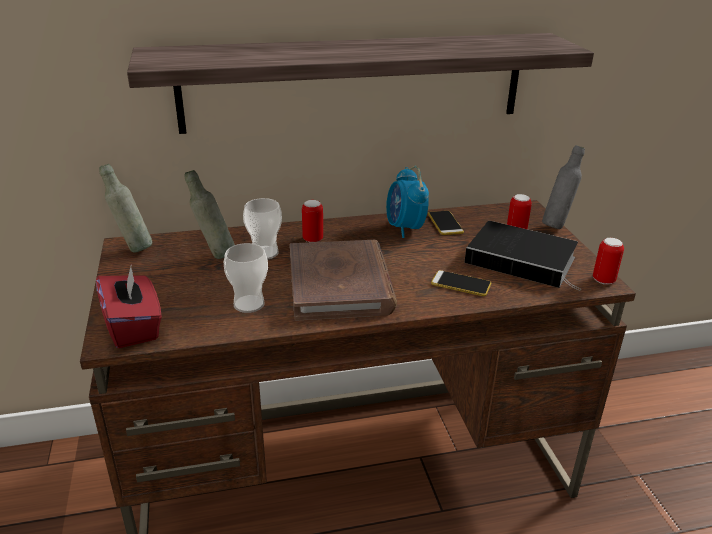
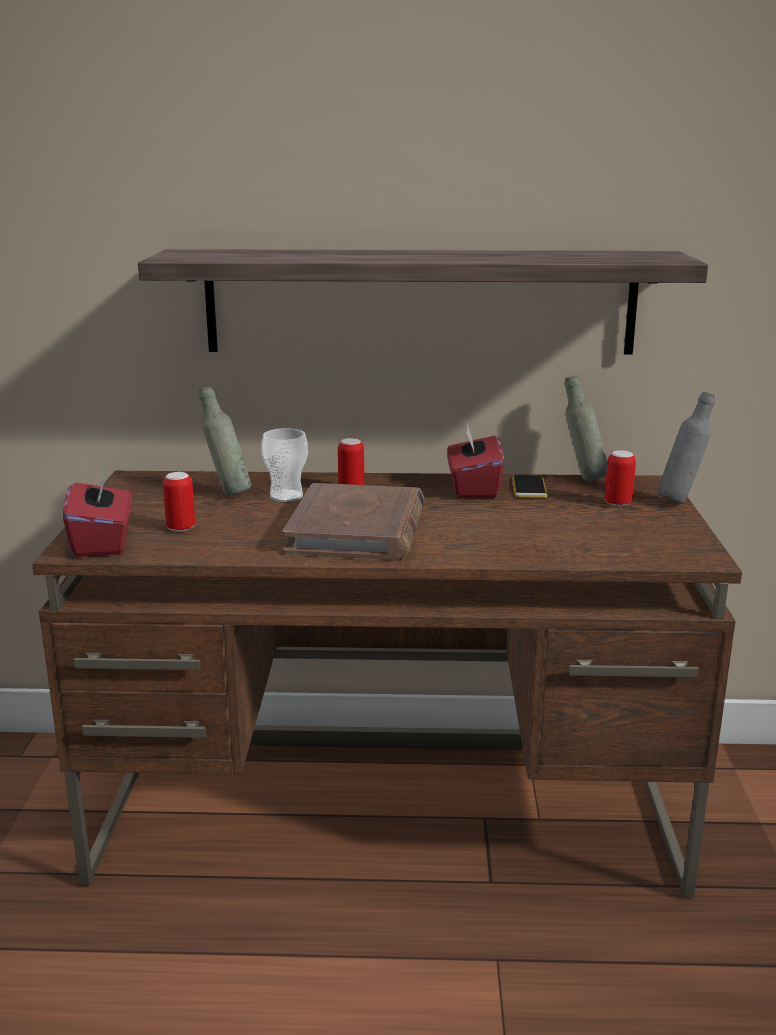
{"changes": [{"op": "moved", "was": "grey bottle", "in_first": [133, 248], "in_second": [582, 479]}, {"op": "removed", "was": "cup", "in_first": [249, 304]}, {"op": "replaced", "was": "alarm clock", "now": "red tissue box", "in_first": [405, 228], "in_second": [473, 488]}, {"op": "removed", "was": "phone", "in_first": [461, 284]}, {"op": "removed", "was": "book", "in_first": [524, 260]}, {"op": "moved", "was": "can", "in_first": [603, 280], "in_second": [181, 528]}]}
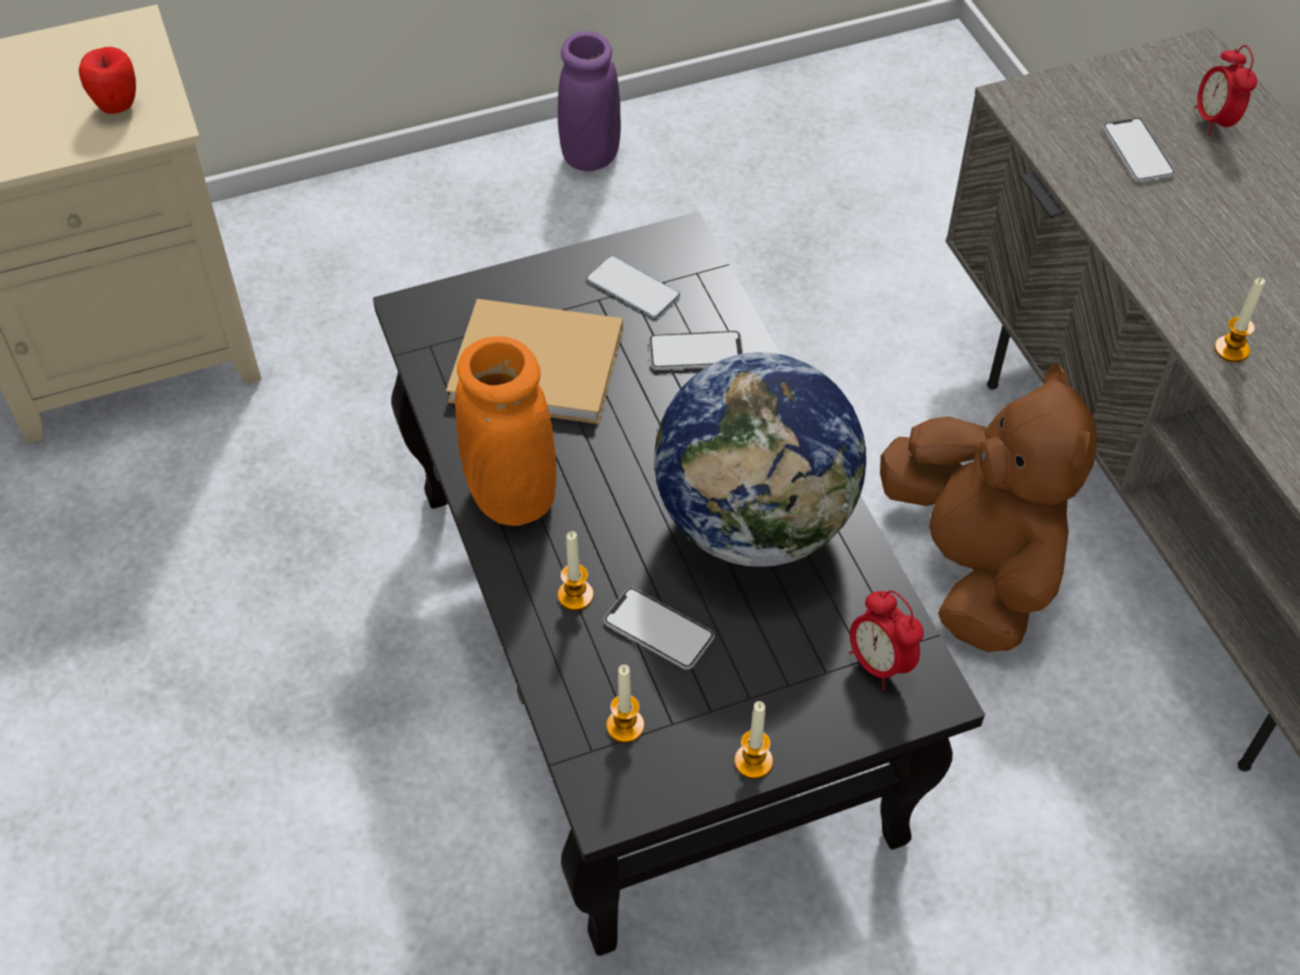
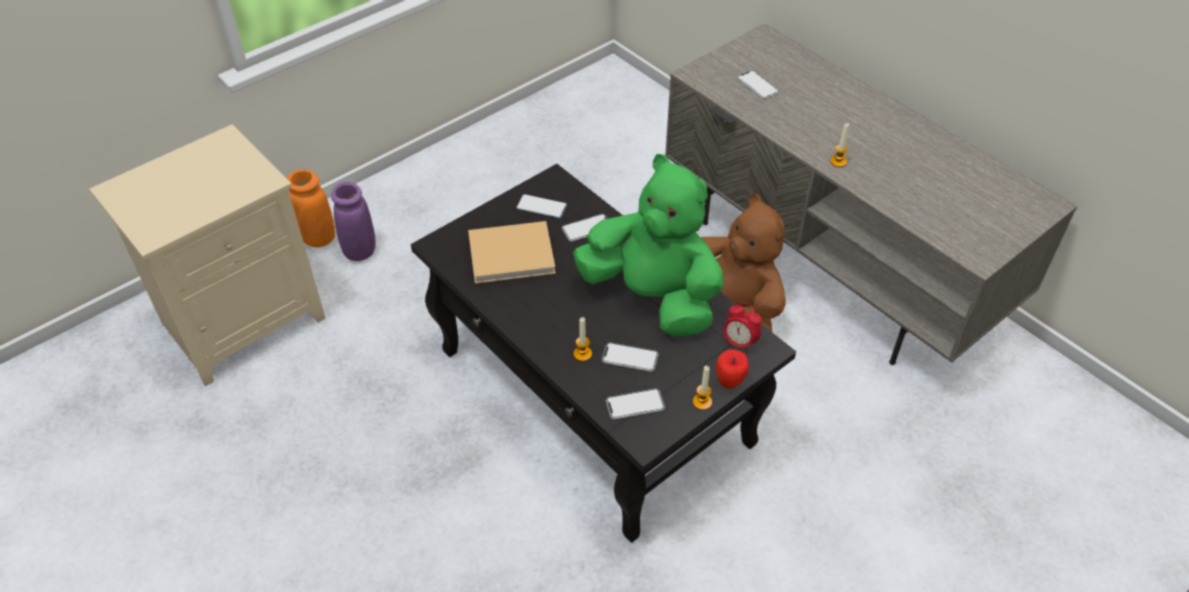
{"changes": [{"op": "moved", "was": "apple", "in_first": [118, 107], "in_second": [729, 383]}, {"op": "moved", "was": "orange vase", "in_first": [512, 496], "in_second": [318, 238]}, {"op": "moved", "was": "purple vase", "in_first": [591, 155], "in_second": [360, 250]}, {"op": "replaced", "was": "candle", "now": "phone", "in_first": [625, 726], "in_second": [635, 404]}, {"op": "replaced", "was": "globe", "now": "green plush toy", "in_first": [756, 522], "in_second": [653, 297]}, {"op": "removed", "was": "alarm clock", "in_first": [1214, 121]}]}
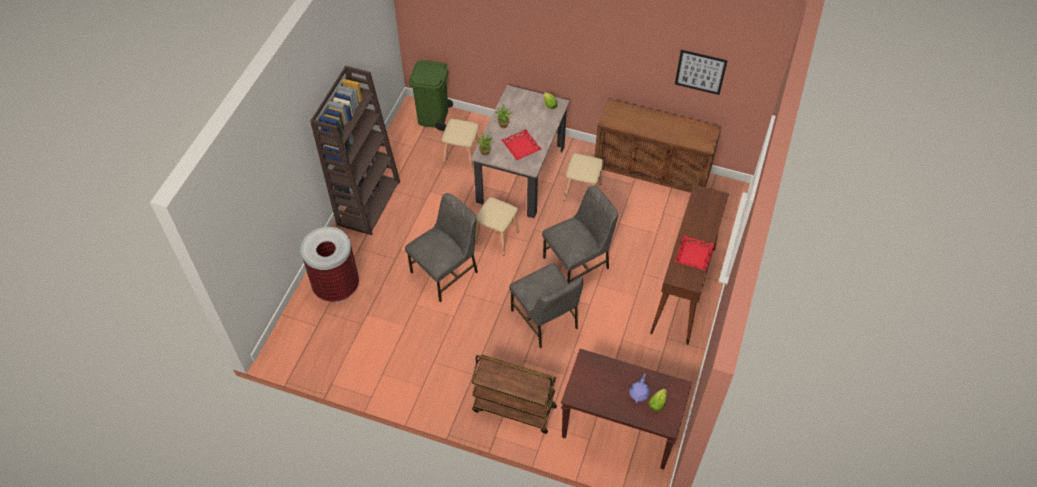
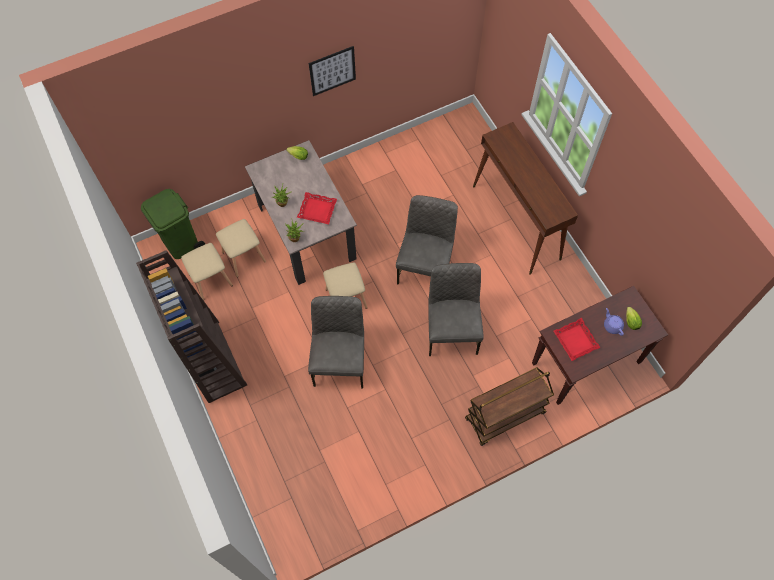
{"changes": [{"op": "removed", "was": "trash can", "in_first": [336, 287]}, {"op": "turned", "was": "grey chair", "in_first": [545, 320], "in_second": [452, 330], "clockwise": -105}, {"op": "moved", "was": "beige stool", "in_first": [583, 192], "in_second": [211, 280]}, {"op": "removed", "was": "brown cabinet", "in_first": [651, 175]}, {"op": "moved", "was": "picture", "in_first": [700, 72], "in_second": [332, 71]}, {"op": "moved", "was": "red tray", "in_first": [694, 255], "in_second": [576, 340]}]}
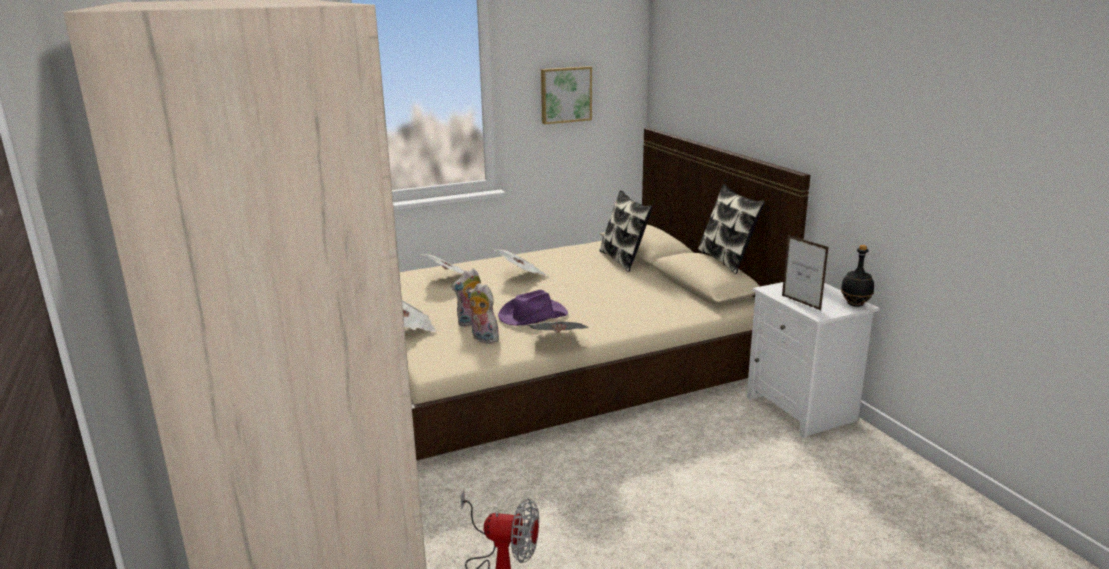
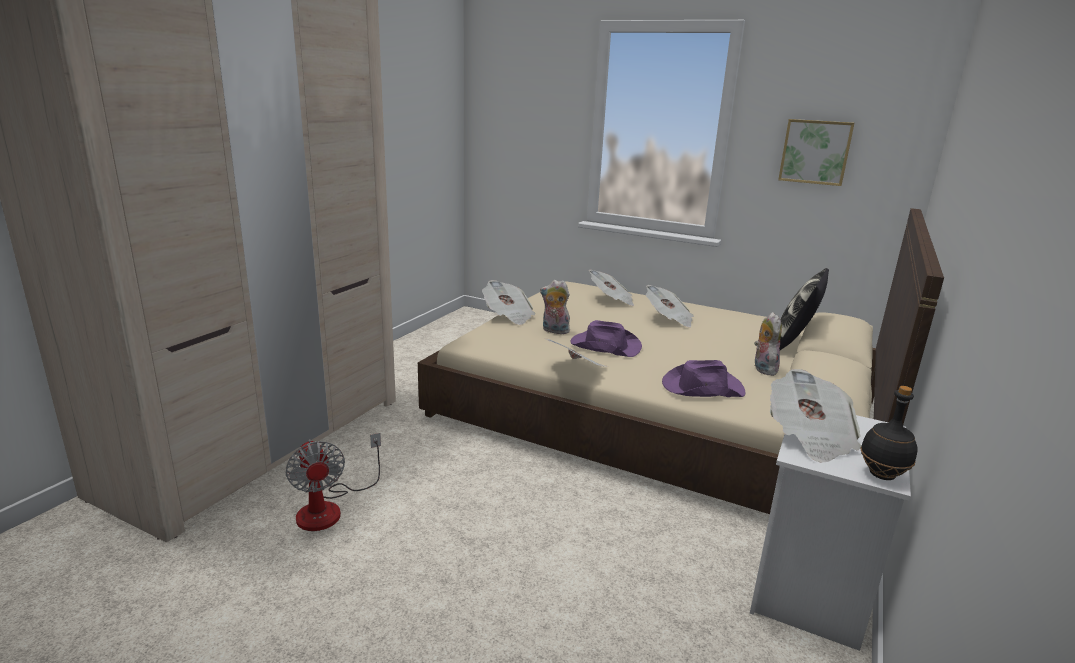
{"changes": [{"op": "moved", "was": "plush toy", "in_first": [483, 339], "in_second": [762, 369]}, {"op": "removed", "was": "pillow", "in_first": [726, 260]}, {"op": "replaced", "was": "picture frame", "now": "newspaper", "in_first": [801, 303], "in_second": [810, 437]}, {"op": "added", "now": "purple hat", "in_second": [701, 387]}]}
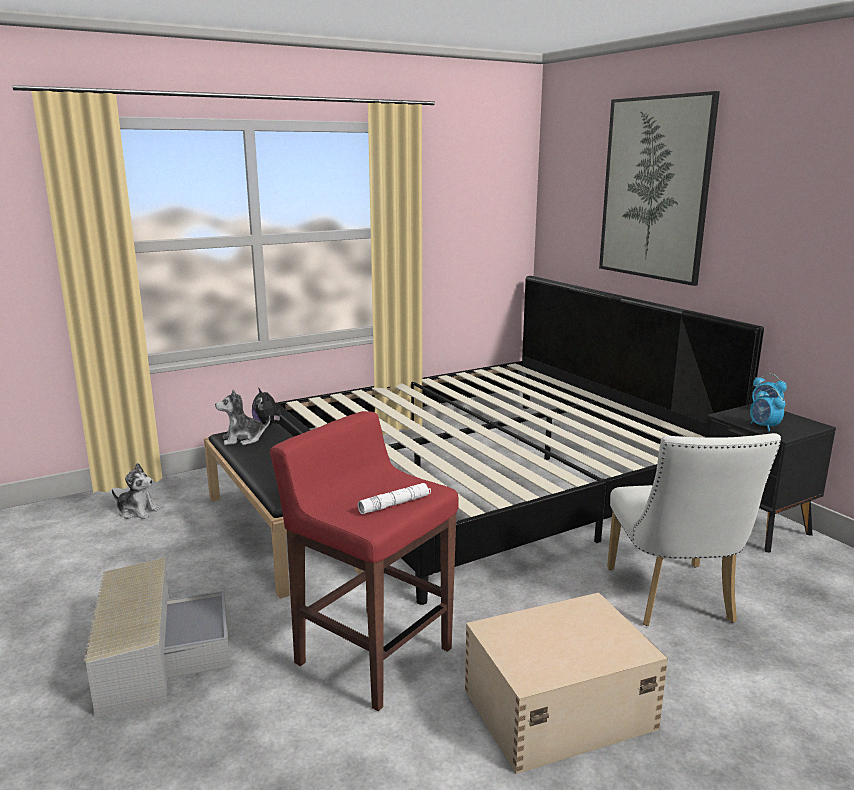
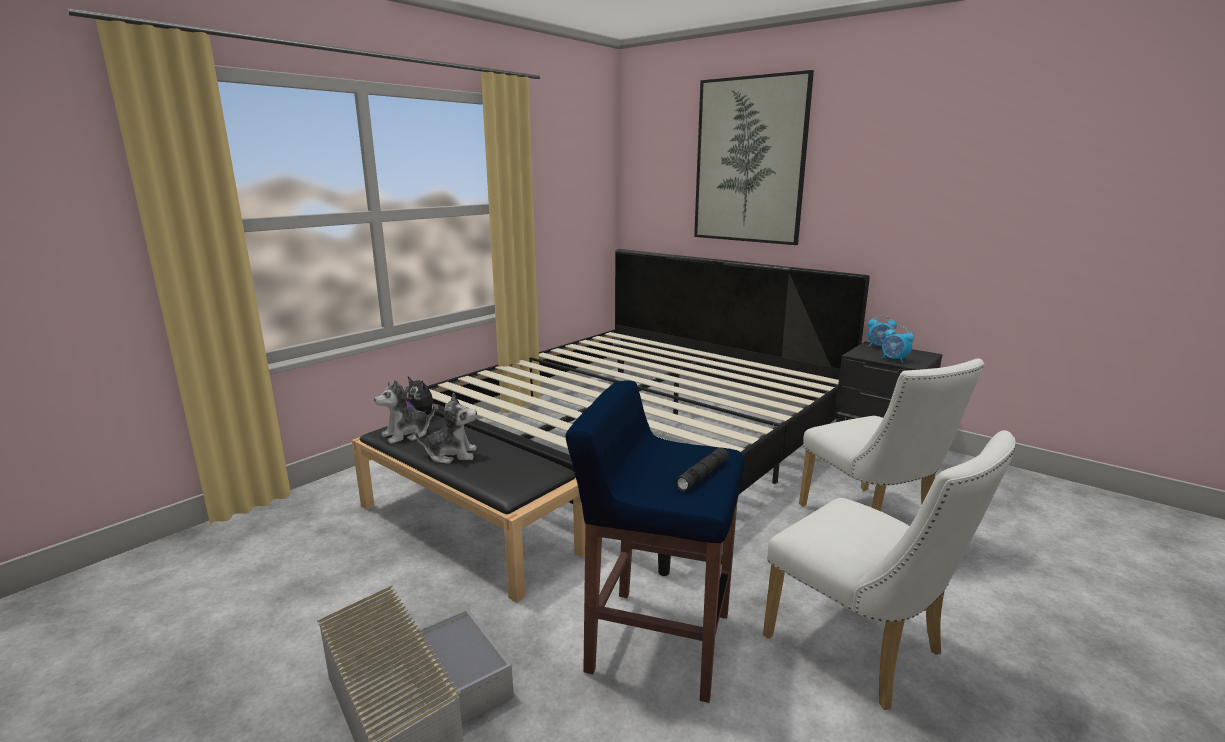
{"changes": [{"op": "moved", "was": "plush toy", "in_first": [137, 511], "in_second": [451, 454]}, {"op": "recoloured", "was": "red stool", "now": "blue stool", "in_first": [372, 654], "in_second": [656, 641]}, {"op": "recoloured", "was": "white flashlight", "now": "black flashlight", "in_first": [395, 504], "in_second": [703, 475]}, {"op": "replaced", "was": "beige storage box", "now": "white chair", "in_first": [556, 709], "in_second": [864, 651]}]}
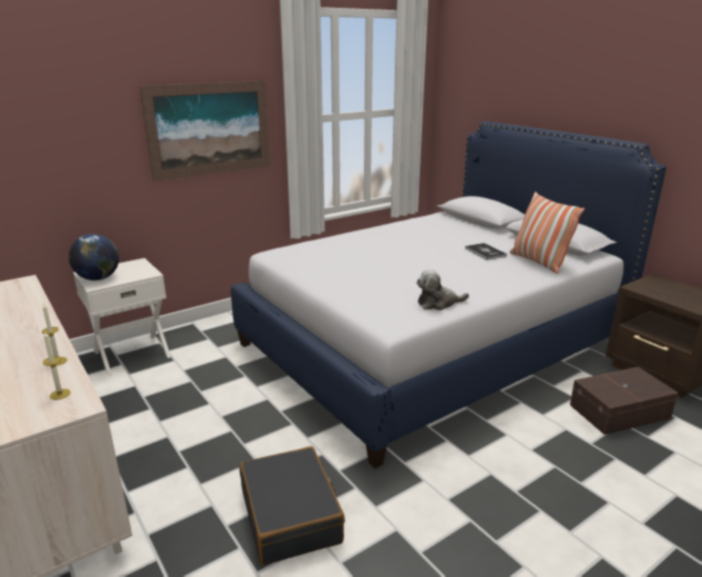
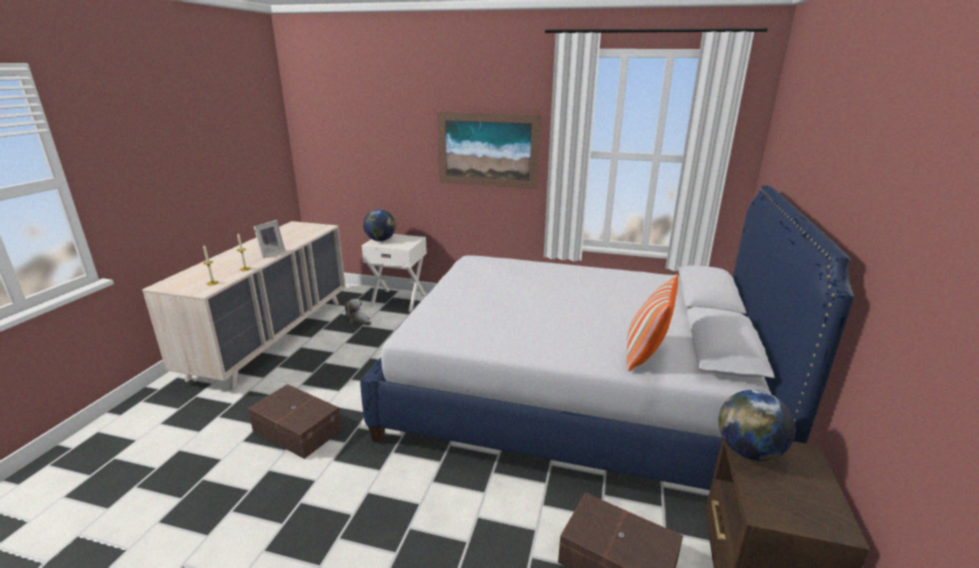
{"changes": [{"op": "replaced", "was": "black suitcase", "now": "brown storage box", "in_first": [291, 515], "in_second": [298, 429]}, {"op": "moved", "was": "plush toy", "in_first": [438, 303], "in_second": [359, 320]}, {"op": "removed", "was": "book", "in_first": [485, 252]}, {"op": "added", "now": "picture frame", "in_second": [270, 253]}, {"op": "added", "now": "globe", "in_second": [748, 451]}]}
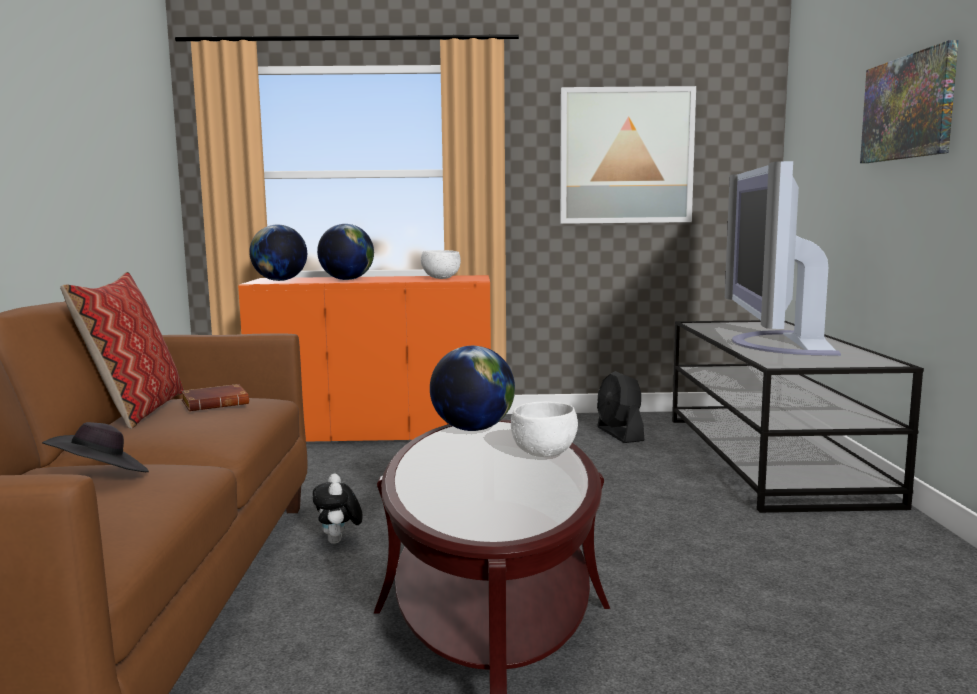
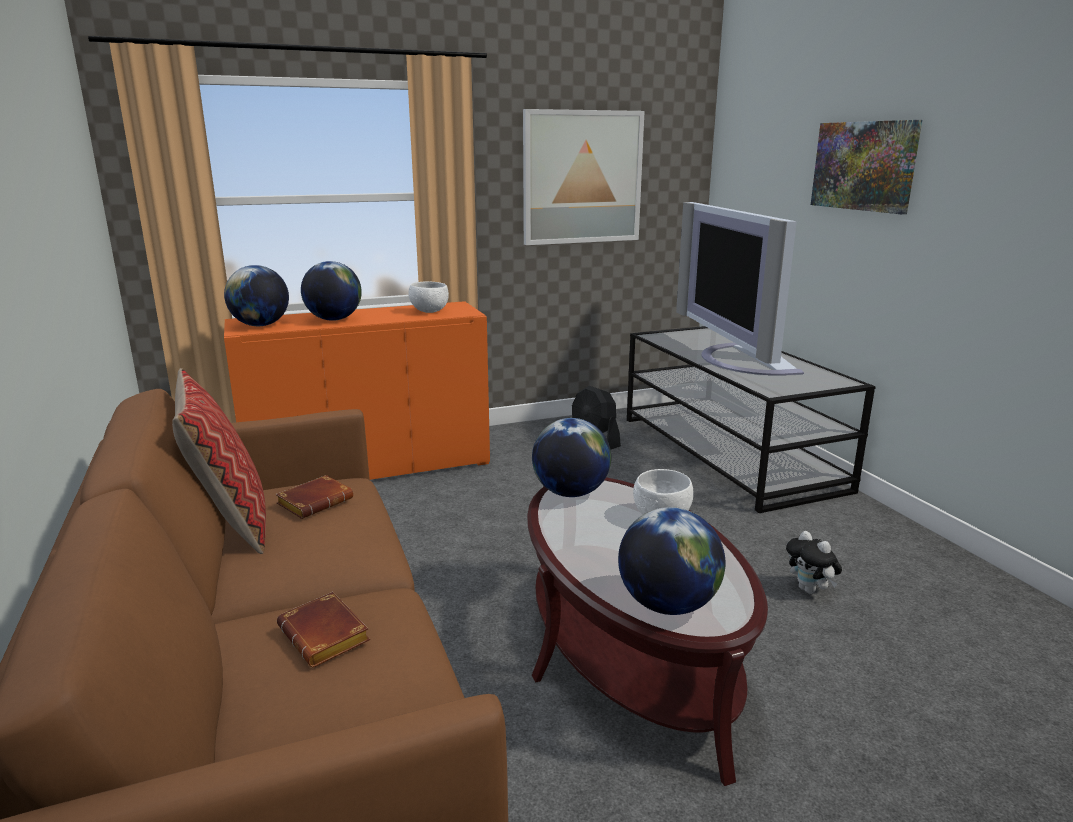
{"changes": [{"op": "replaced", "was": "black hat", "now": "brown book", "in_first": [101, 477], "in_second": [327, 636]}, {"op": "moved", "was": "plush toy", "in_first": [338, 541], "in_second": [810, 590]}, {"op": "added", "now": "globe", "in_second": [667, 605]}]}
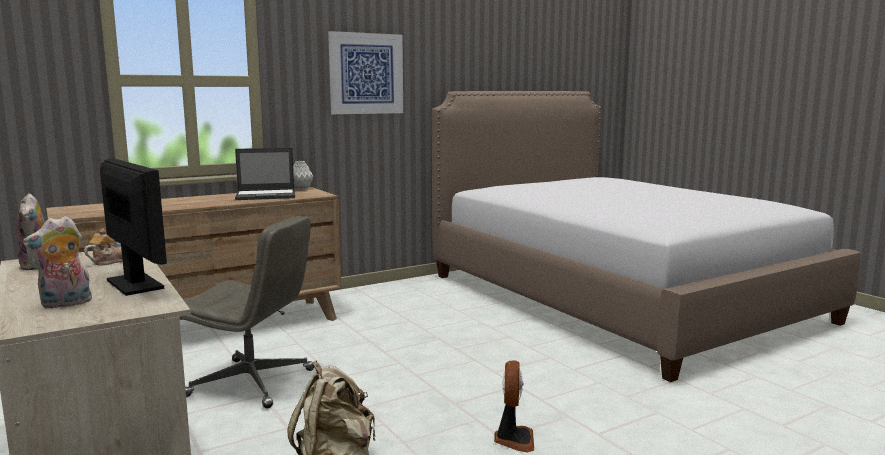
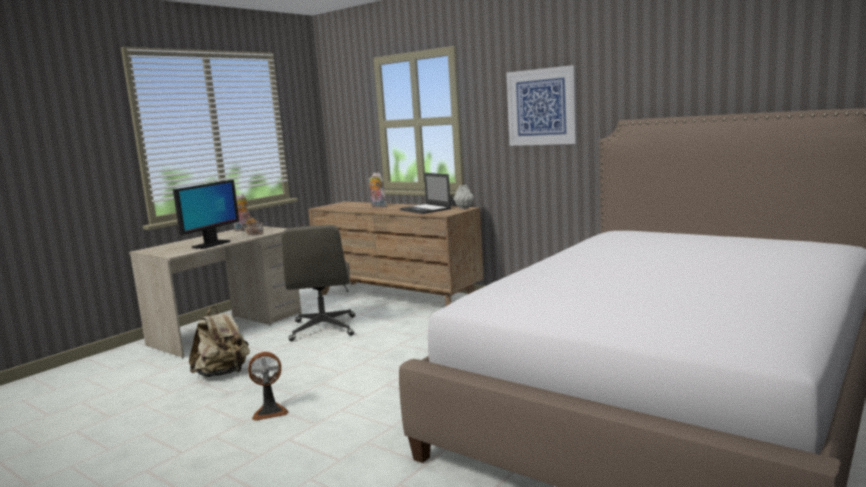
{"changes": [{"op": "moved", "was": "plush toy", "in_first": [65, 304], "in_second": [378, 206]}]}
